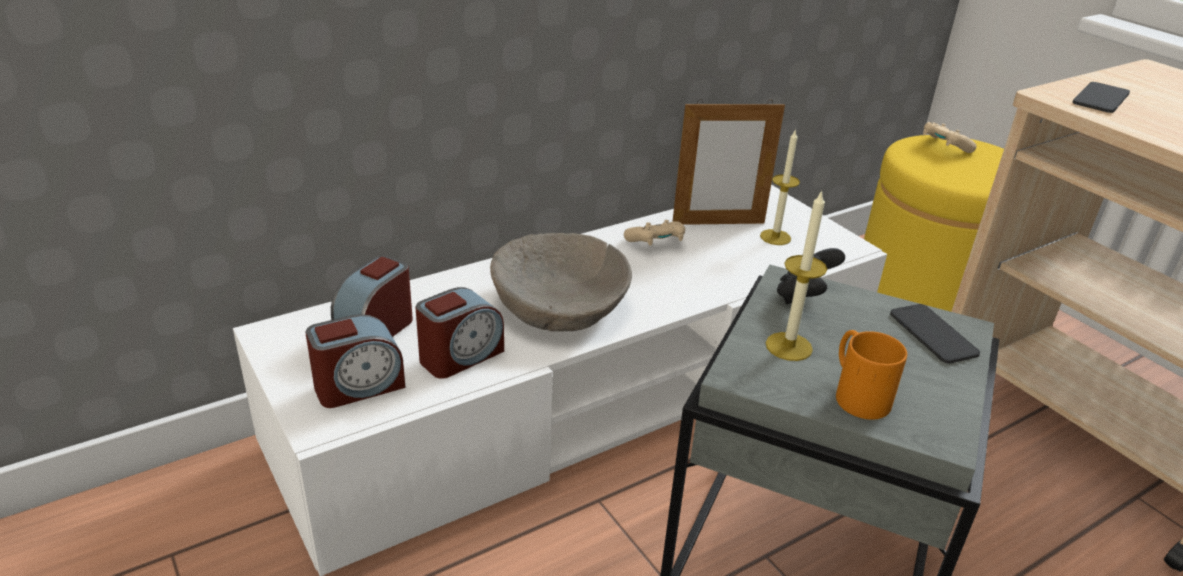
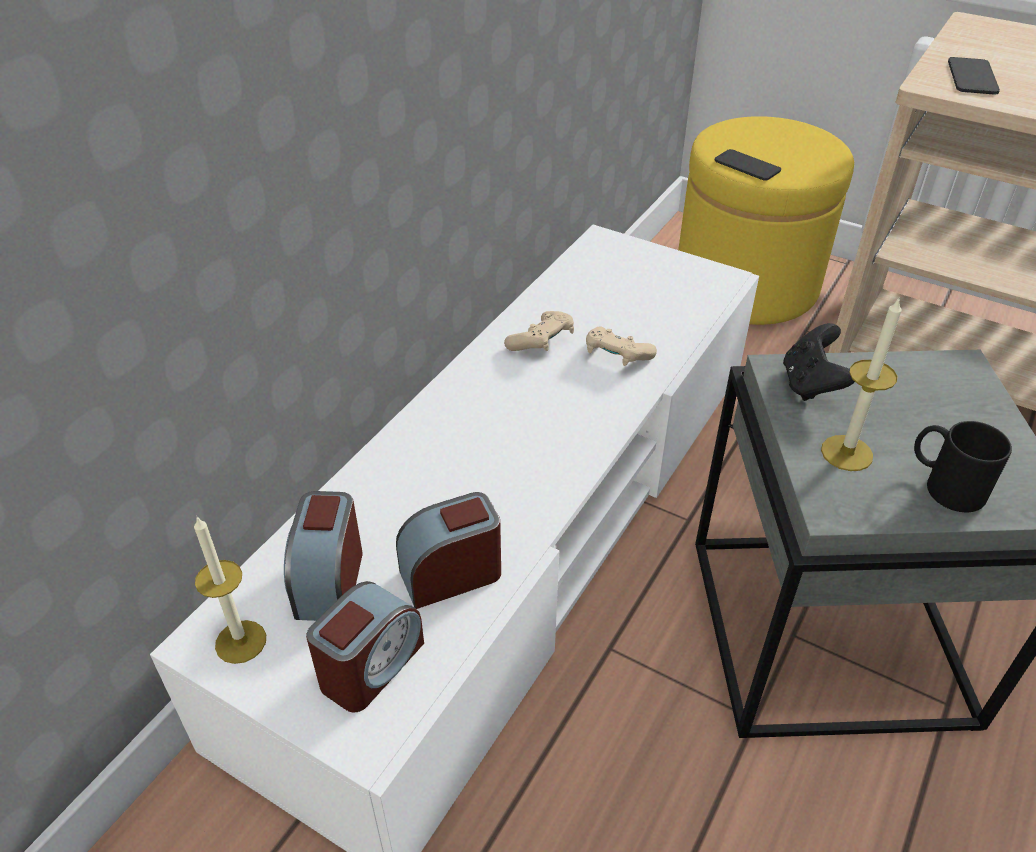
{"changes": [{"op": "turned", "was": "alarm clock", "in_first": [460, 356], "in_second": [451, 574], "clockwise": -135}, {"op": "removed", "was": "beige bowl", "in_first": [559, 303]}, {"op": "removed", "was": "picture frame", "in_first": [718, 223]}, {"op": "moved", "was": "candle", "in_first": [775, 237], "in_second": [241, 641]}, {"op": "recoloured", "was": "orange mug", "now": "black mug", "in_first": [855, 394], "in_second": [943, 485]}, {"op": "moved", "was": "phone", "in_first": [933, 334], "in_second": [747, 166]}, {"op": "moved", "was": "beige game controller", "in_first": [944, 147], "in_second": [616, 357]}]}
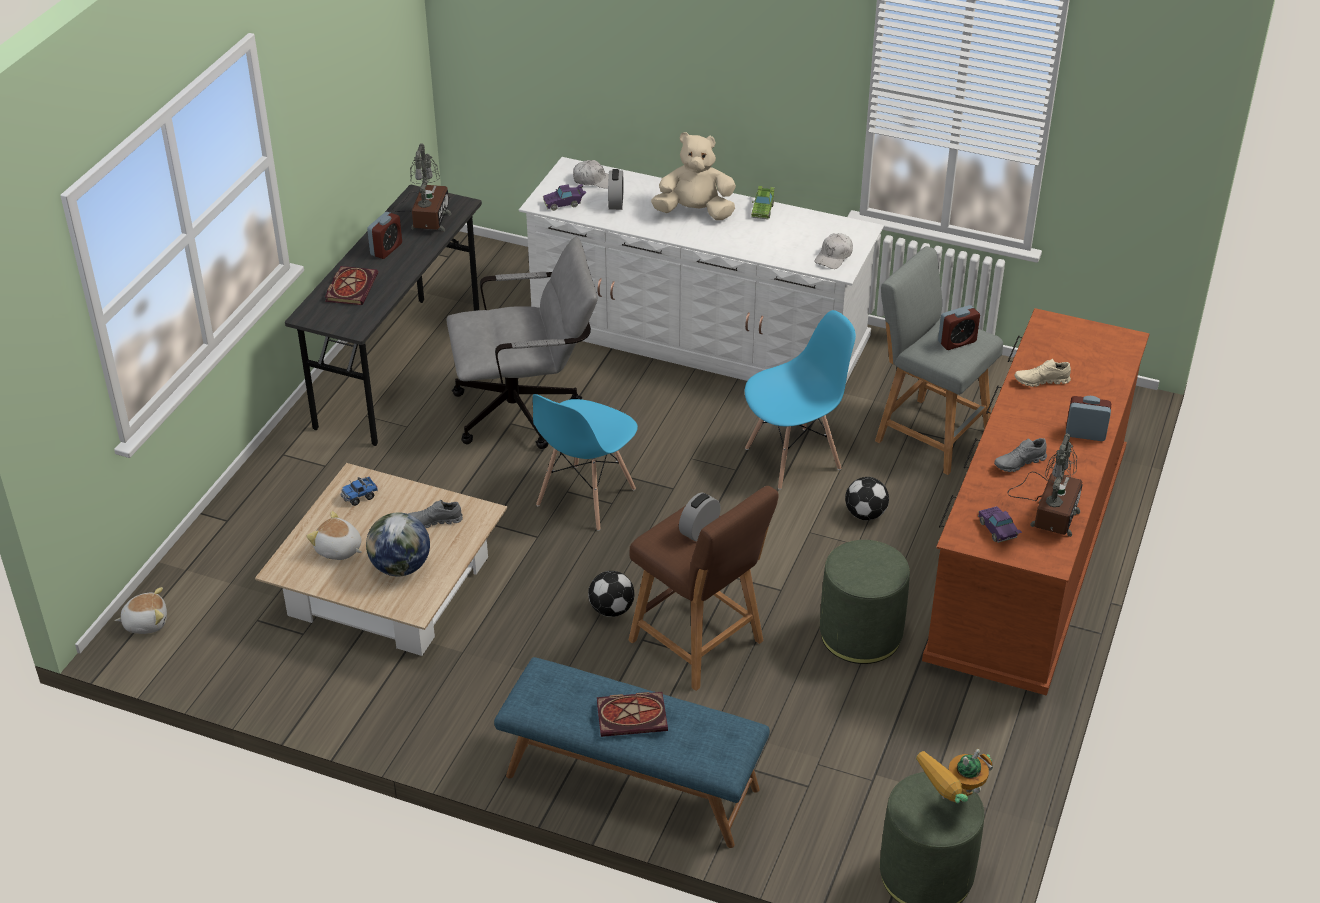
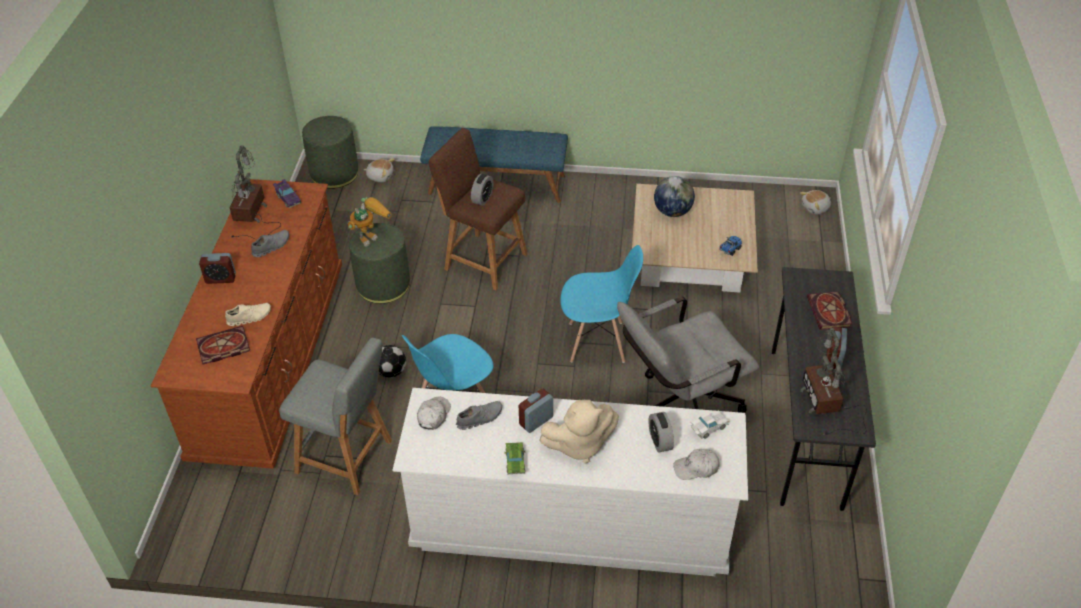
{"changes": [{"op": "moved", "was": "plush toy", "in_first": [338, 550], "in_second": [380, 176]}, {"op": "moved", "was": "grey shoe", "in_first": [433, 521], "in_second": [479, 418]}, {"op": "turned", "was": "blue chair", "in_first": [585, 498], "in_second": [597, 342], "clockwise": 75}, {"op": "recoloured", "was": "purple toy car", "now": "white toy car", "in_first": [564, 203], "in_second": [707, 428]}, {"op": "removed", "was": "football", "in_first": [611, 609]}, {"op": "moved", "was": "book", "in_first": [633, 715], "in_second": [222, 347]}, {"op": "moved", "was": "toy robot", "in_first": [952, 805], "in_second": [371, 235]}, {"op": "moved", "was": "alarm clock", "in_first": [957, 342], "in_second": [536, 421]}]}
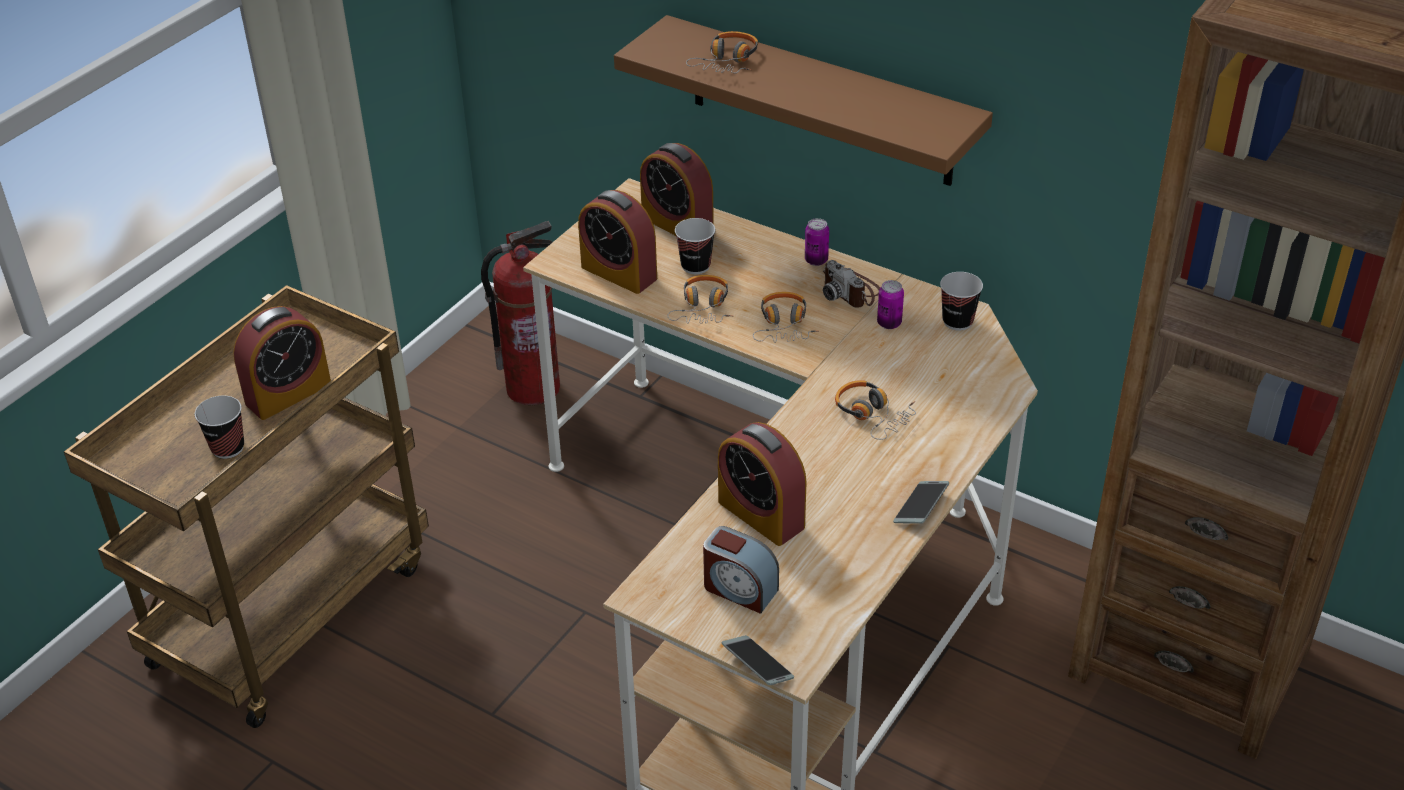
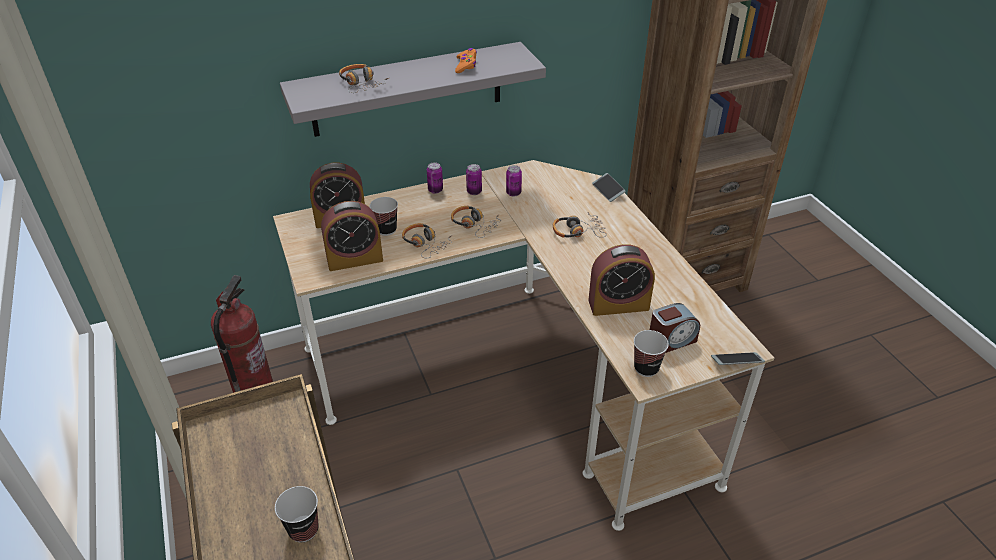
{"changes": [{"op": "removed", "was": "alarm clock", "in_first": [288, 393]}, {"op": "recoloured", "was": "brown shelf", "now": "grey shelf", "in_first": [821, 102], "in_second": [407, 89]}, {"op": "replaced", "was": "photo camera", "now": "can", "in_first": [851, 291], "in_second": [474, 192]}, {"op": "moved", "was": "phone", "in_first": [920, 507], "in_second": [608, 191]}, {"op": "moved", "was": "cup", "in_first": [957, 321], "in_second": [646, 368]}, {"op": "added", "now": "orange game controller", "in_second": [466, 65]}]}
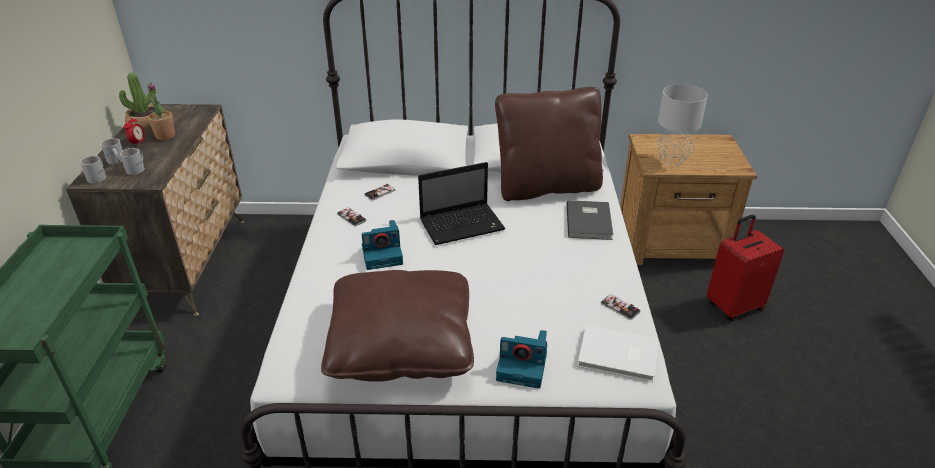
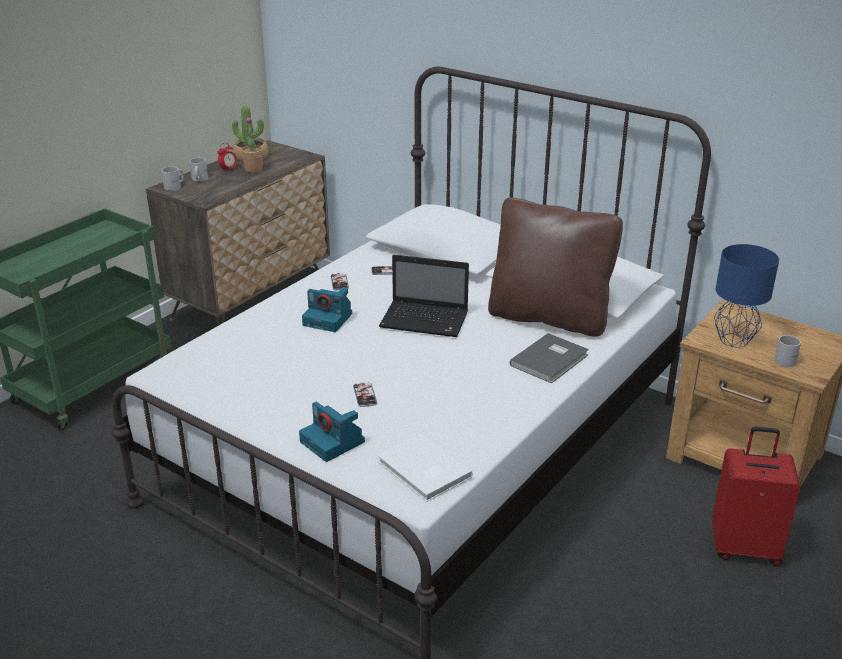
{"changes": [{"op": "moved", "was": "white mug", "in_first": [138, 168], "in_second": [788, 360]}, {"op": "removed", "was": "brown pillow", "in_first": [401, 344]}, {"op": "moved", "was": "phone", "in_first": [620, 307], "in_second": [365, 395]}, {"op": "recoloured", "was": "grey table lamp", "now": "blue table lamp", "in_first": [672, 161], "in_second": [734, 341]}]}
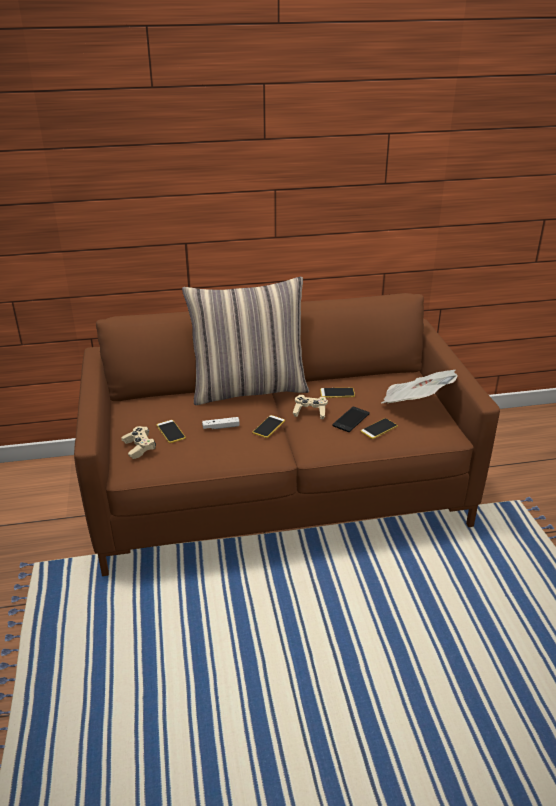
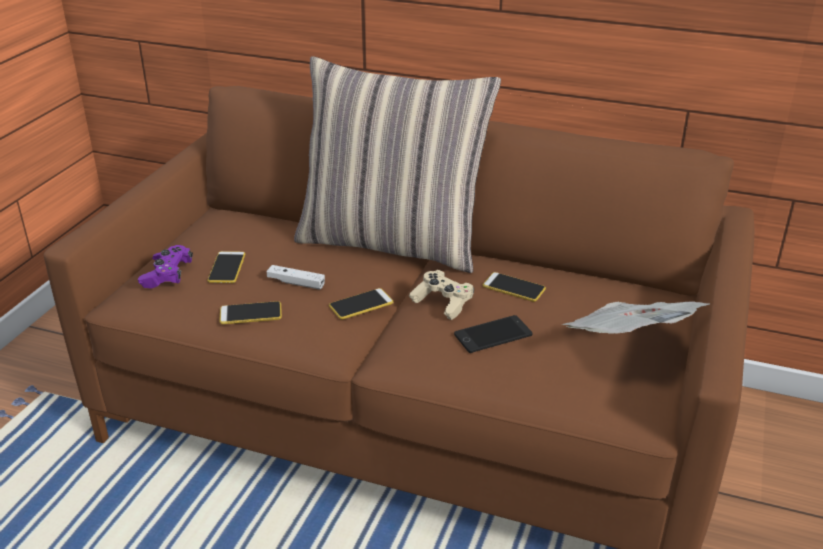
{"changes": [{"op": "recoloured", "was": "beige game controller", "now": "purple game controller", "in_first": [139, 447], "in_second": [167, 275]}, {"op": "moved", "was": "phone", "in_first": [379, 429], "in_second": [250, 314]}]}
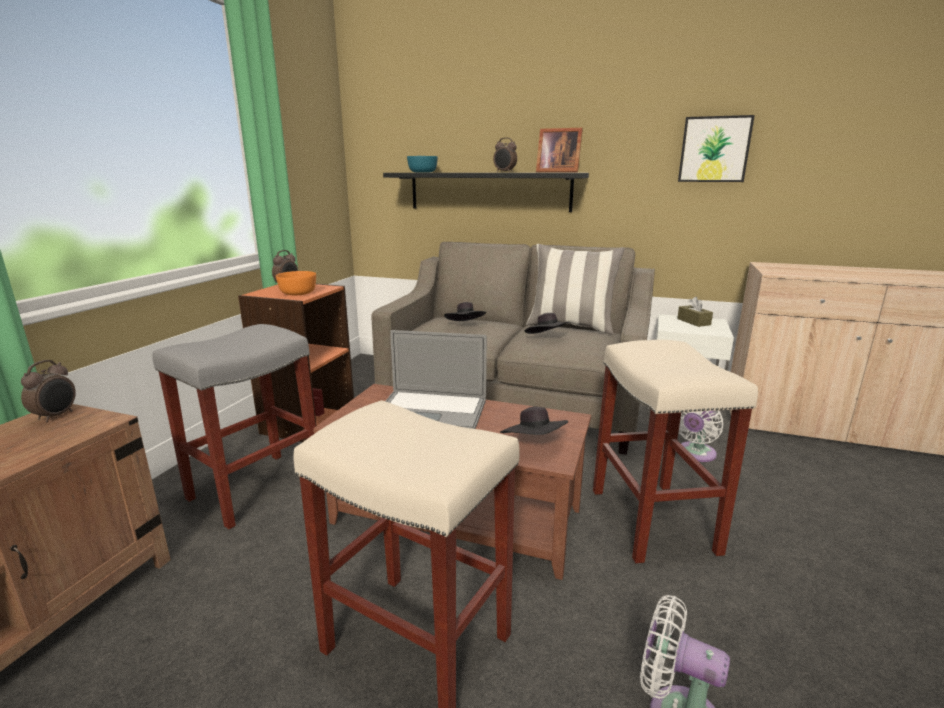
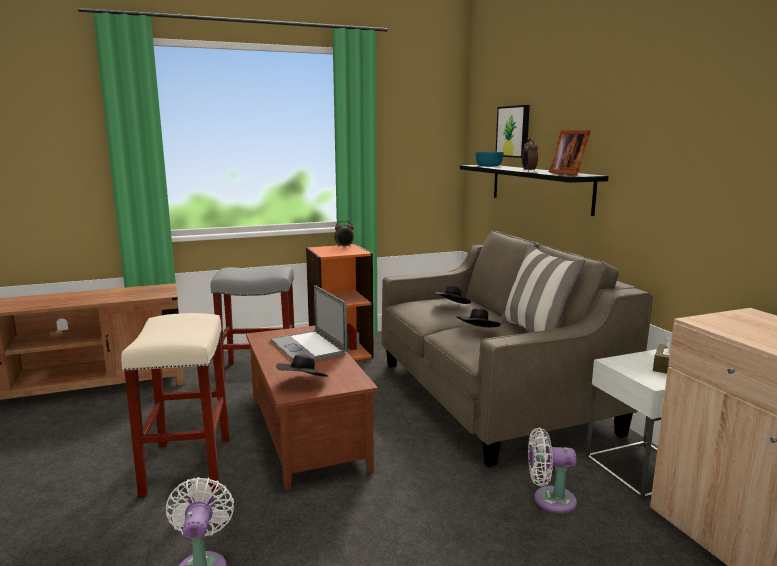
{"changes": [{"op": "removed", "was": "alarm clock", "in_first": [56, 416]}, {"op": "removed", "was": "orange bowl", "in_first": [297, 293]}, {"op": "removed", "was": "beige stool", "in_first": [651, 519]}, {"op": "moved", "was": "picture", "in_first": [714, 149], "in_second": [514, 131]}]}
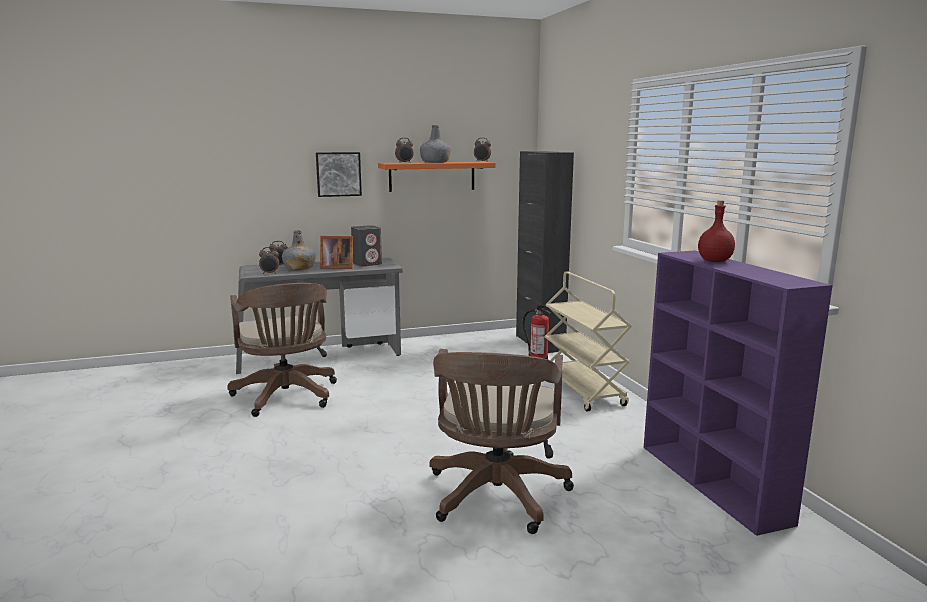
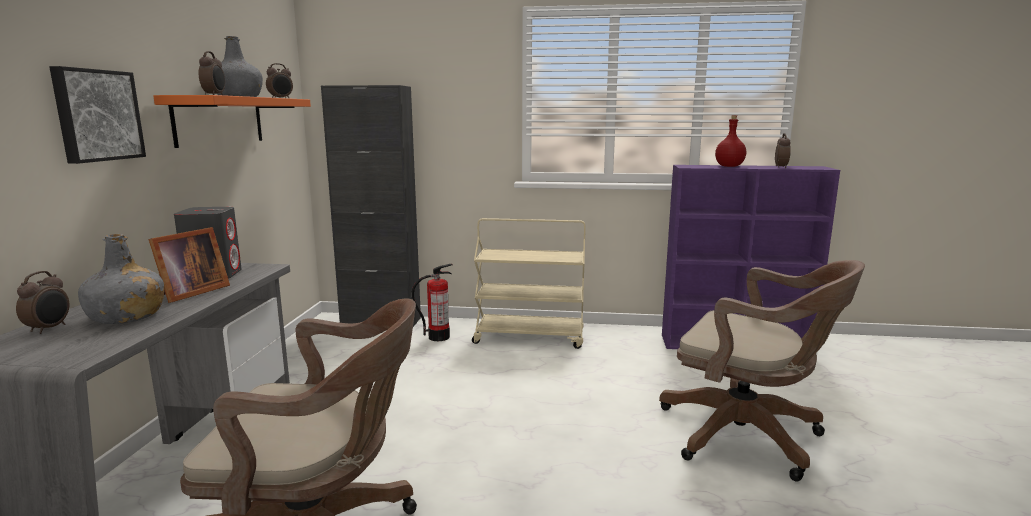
{"changes": [{"op": "moved", "was": "alarm clock", "in_first": [270, 273], "in_second": [781, 167]}]}
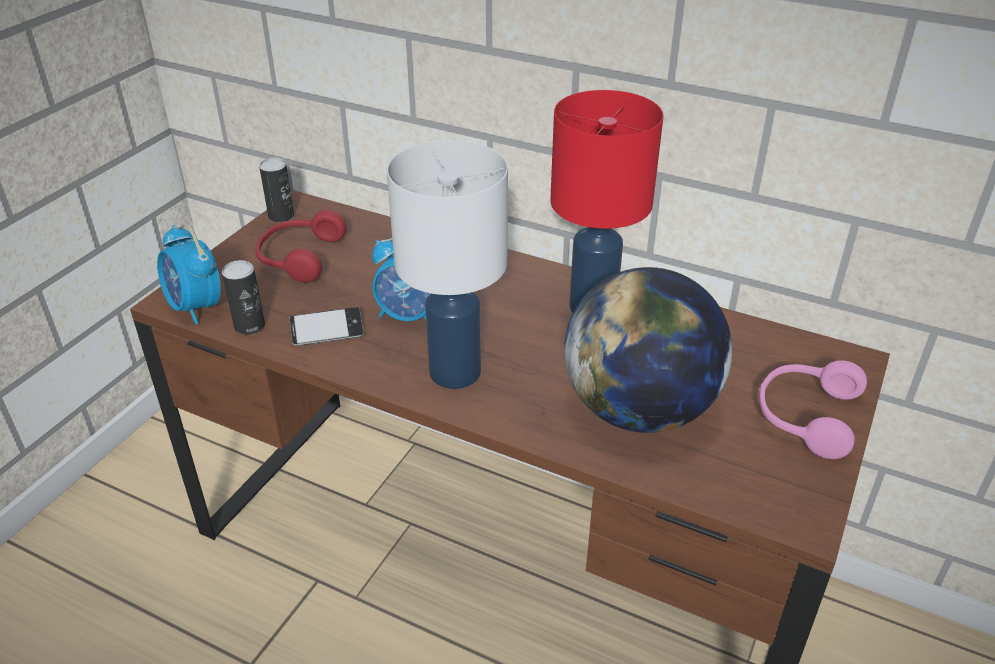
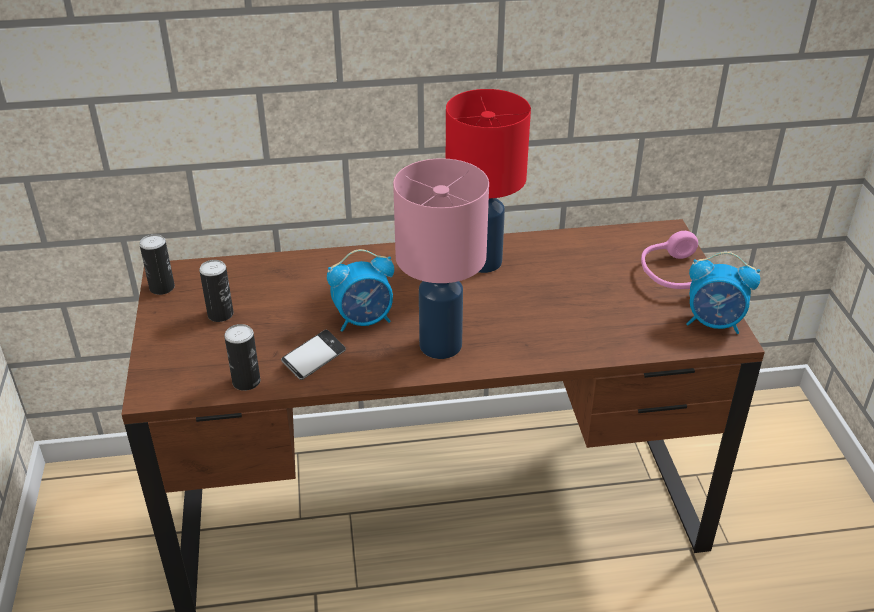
{"changes": [{"op": "moved", "was": "alarm clock", "in_first": [196, 307], "in_second": [714, 323]}, {"op": "replaced", "was": "red headphones", "now": "can", "in_first": [298, 257], "in_second": [220, 314]}, {"op": "recoloured", "was": "white table lamp", "now": "pink table lamp", "in_first": [453, 372], "in_second": [439, 345]}, {"op": "removed", "was": "globe", "in_first": [639, 410]}]}
